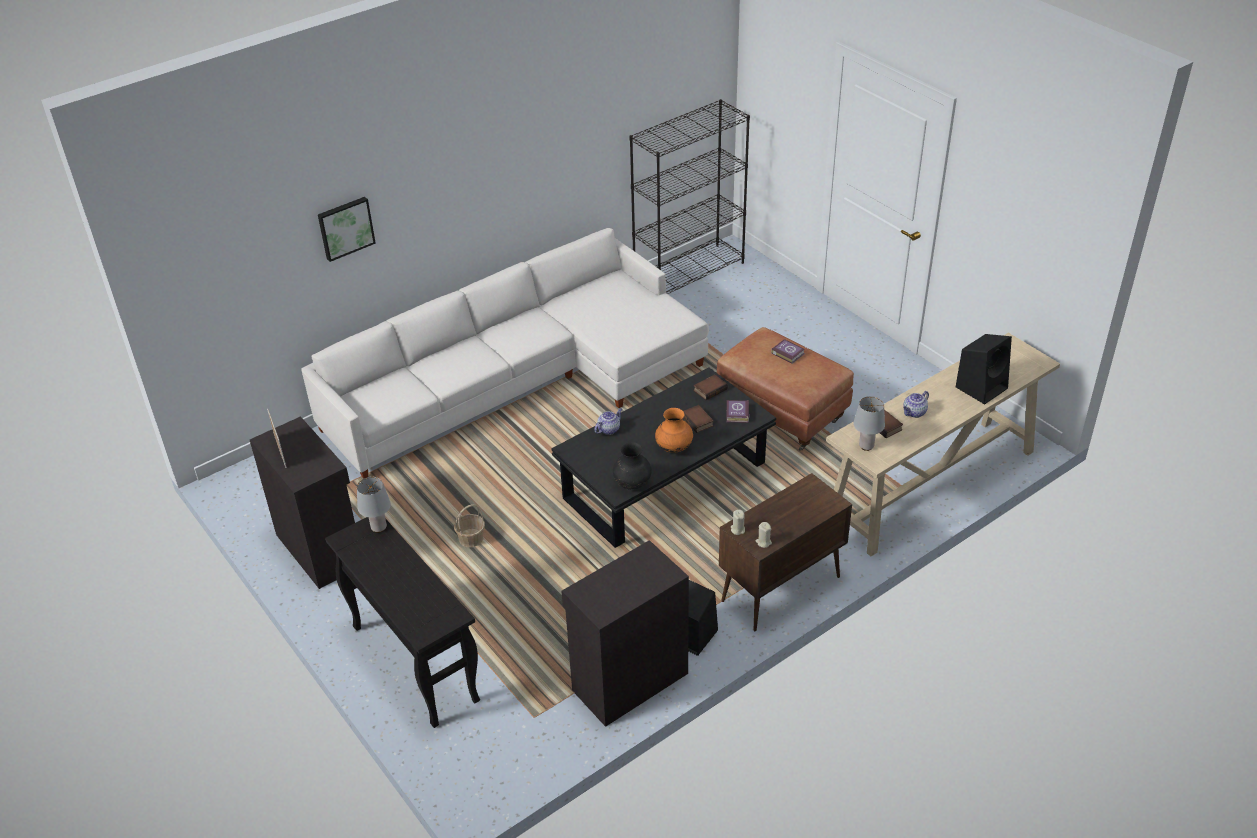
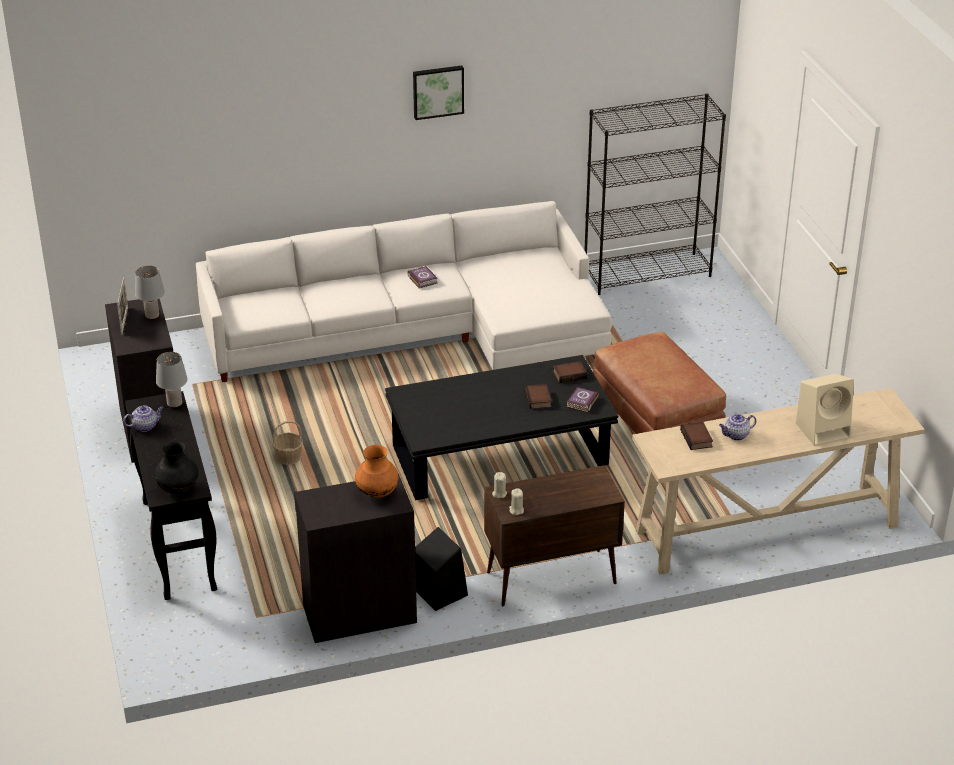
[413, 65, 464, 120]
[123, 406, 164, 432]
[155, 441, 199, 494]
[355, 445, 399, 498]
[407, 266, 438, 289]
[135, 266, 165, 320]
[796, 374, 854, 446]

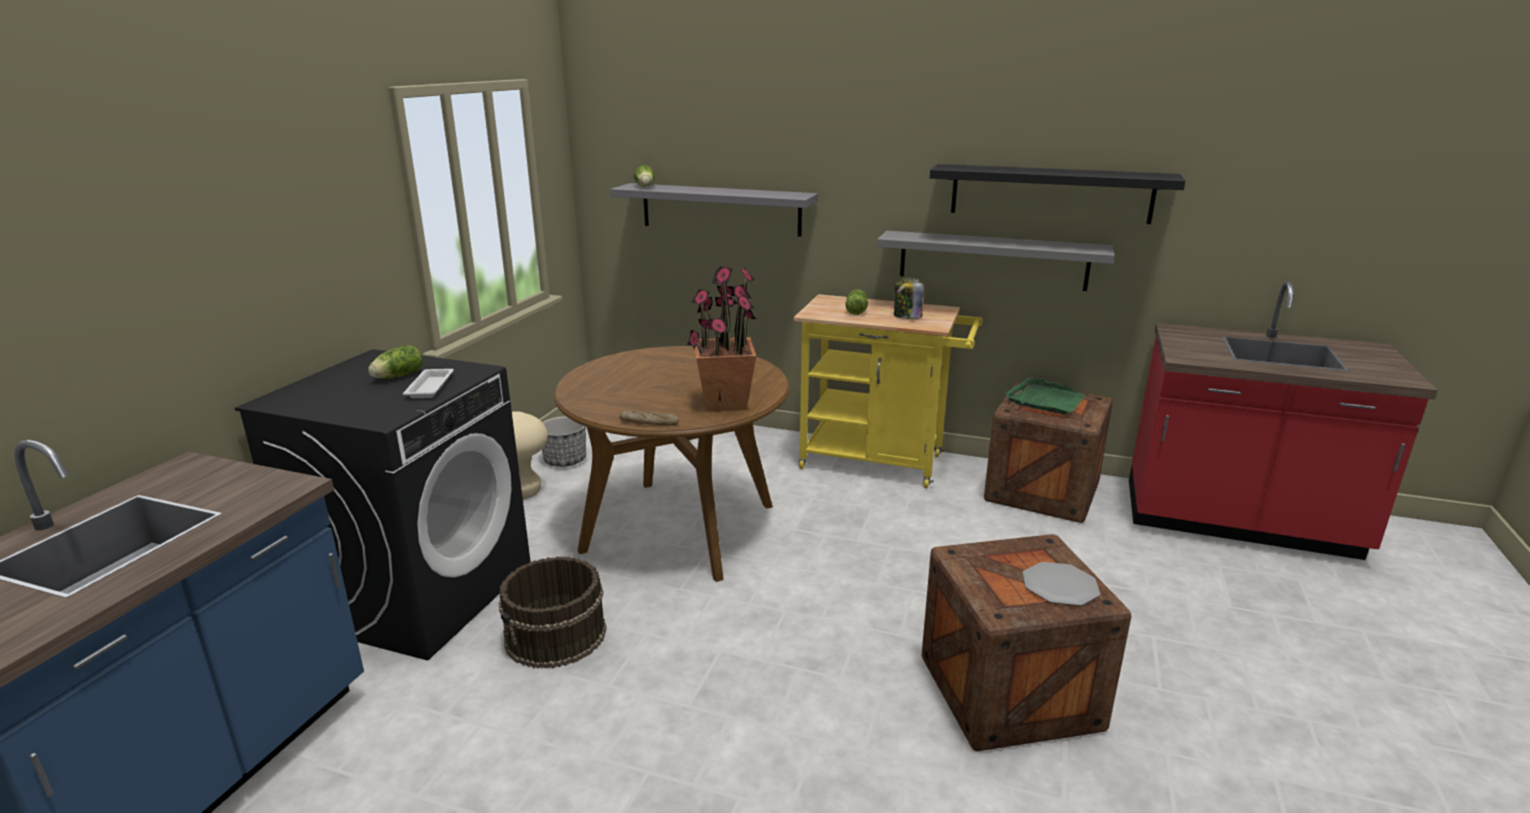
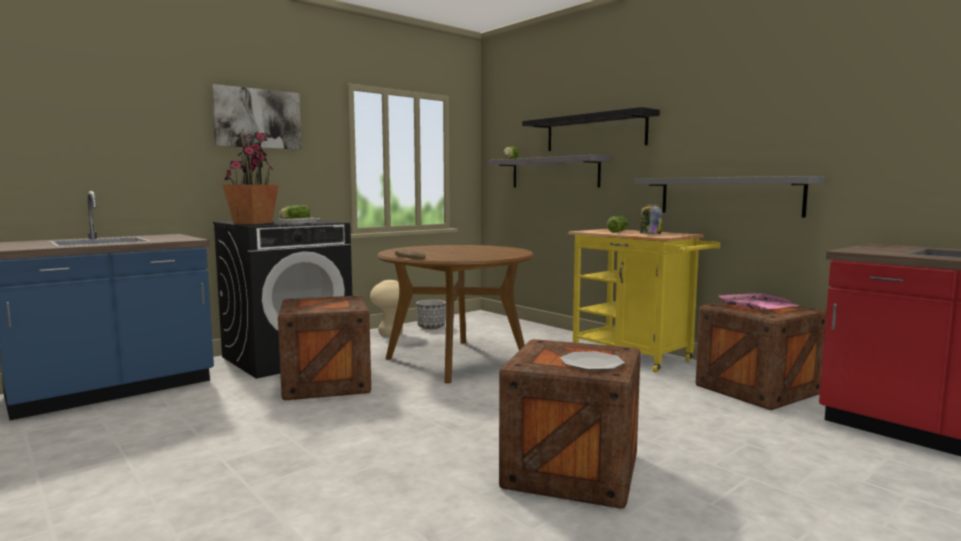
[278, 295, 371, 400]
[223, 129, 279, 224]
[522, 107, 660, 151]
[719, 293, 800, 309]
[211, 84, 302, 150]

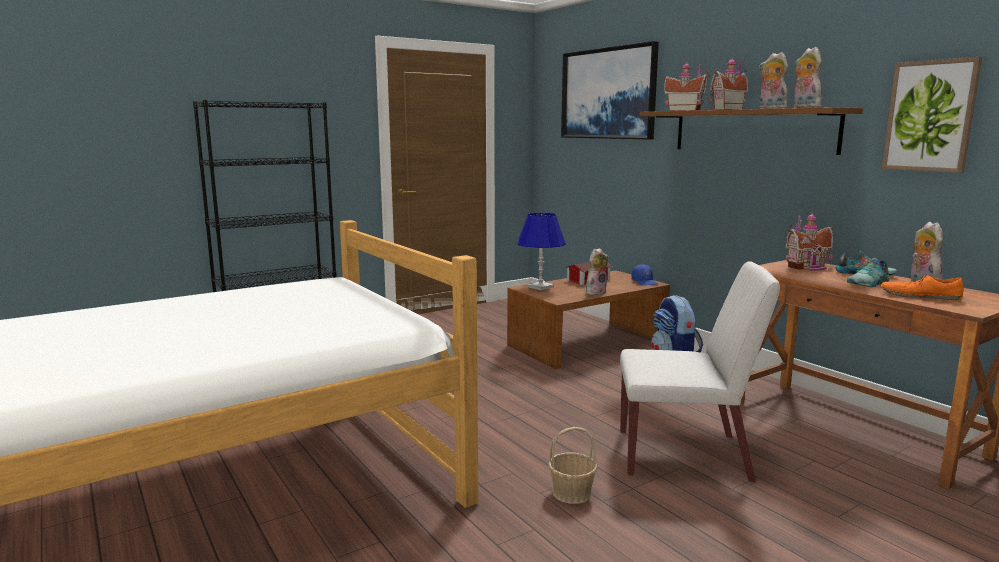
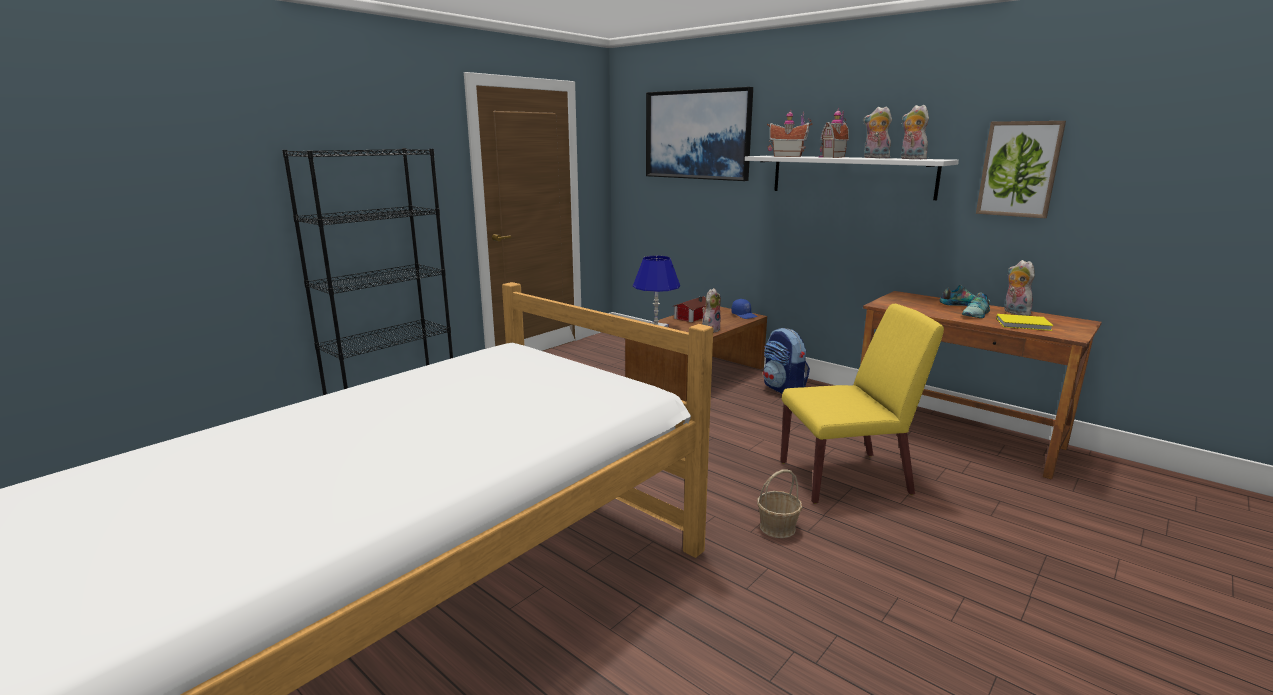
[780, 304, 944, 504]
[745, 156, 959, 200]
[786, 211, 834, 271] (first image)
[996, 314, 1053, 331]

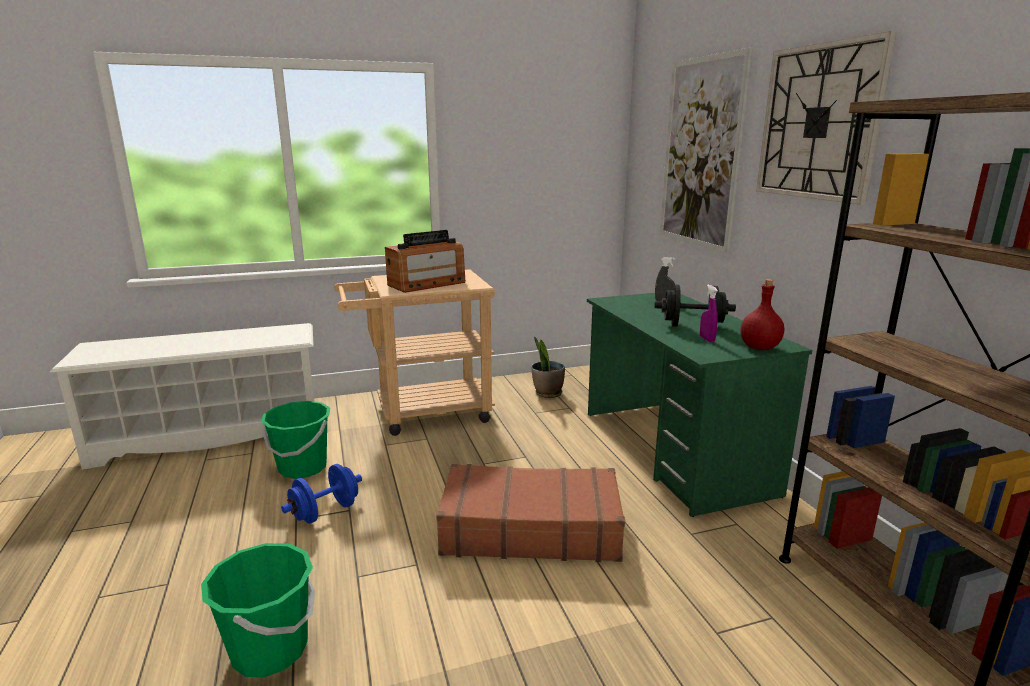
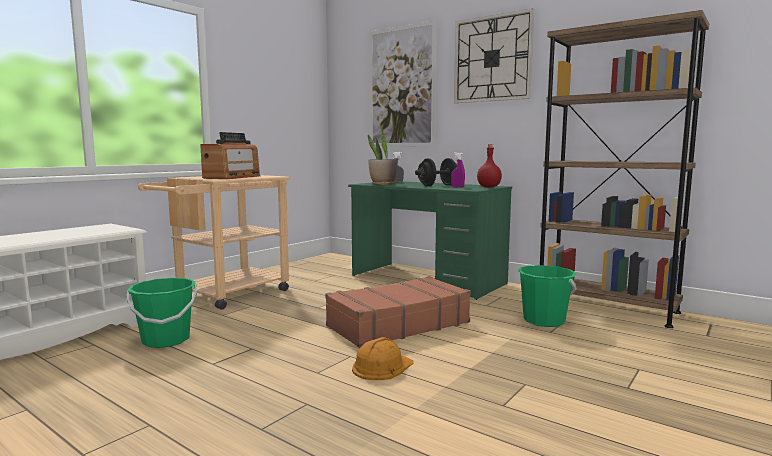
[518, 265, 577, 327]
[281, 464, 362, 524] (first image)
[368, 130, 397, 185]
[352, 337, 413, 380]

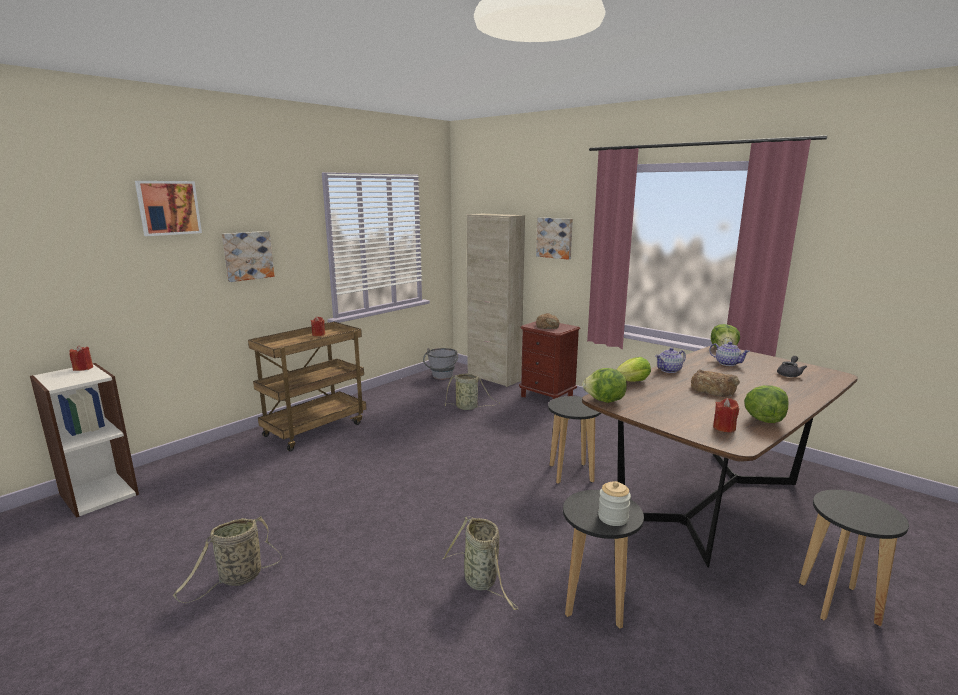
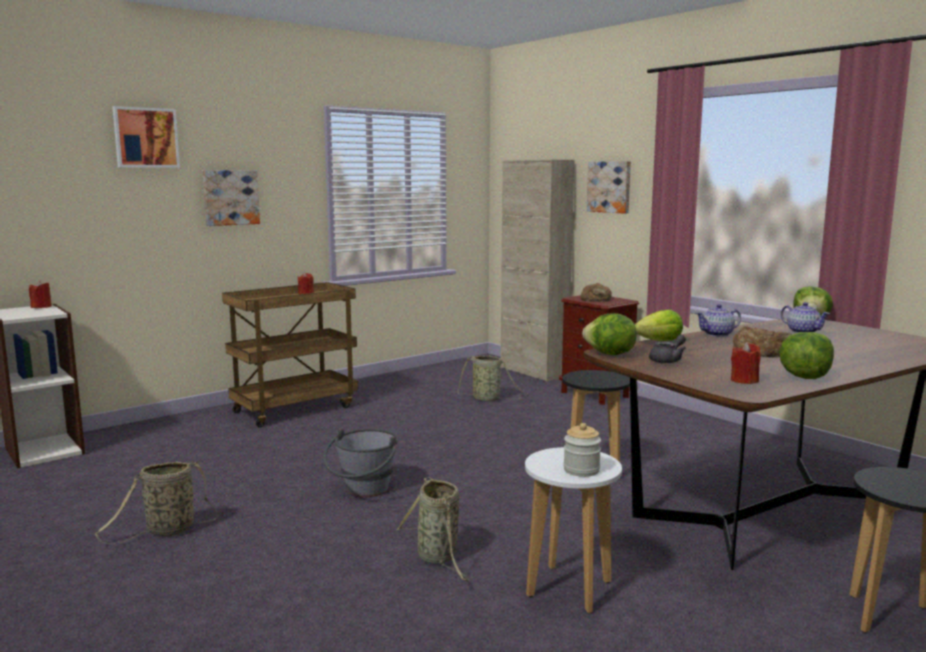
[323, 428, 399, 497]
[525, 447, 622, 613]
[649, 335, 686, 364]

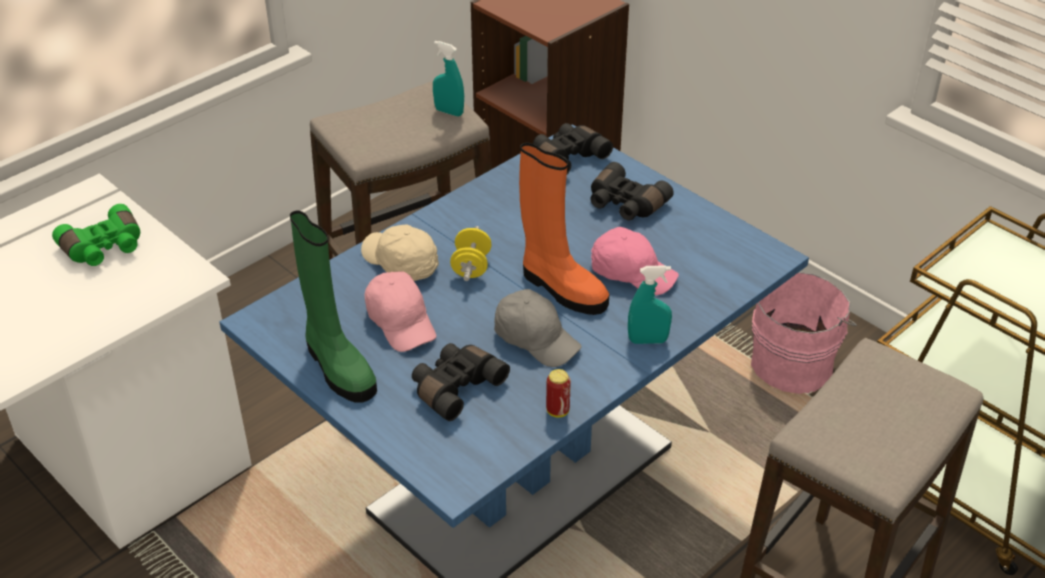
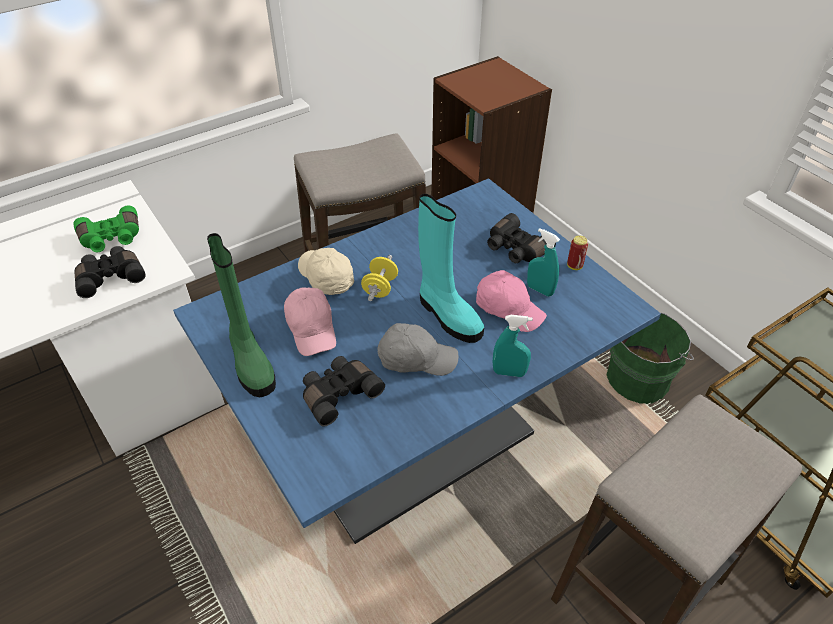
[527, 228, 560, 296]
[377, 323, 459, 376]
[418, 194, 484, 343]
[74, 246, 145, 298]
[567, 236, 588, 270]
[606, 312, 694, 404]

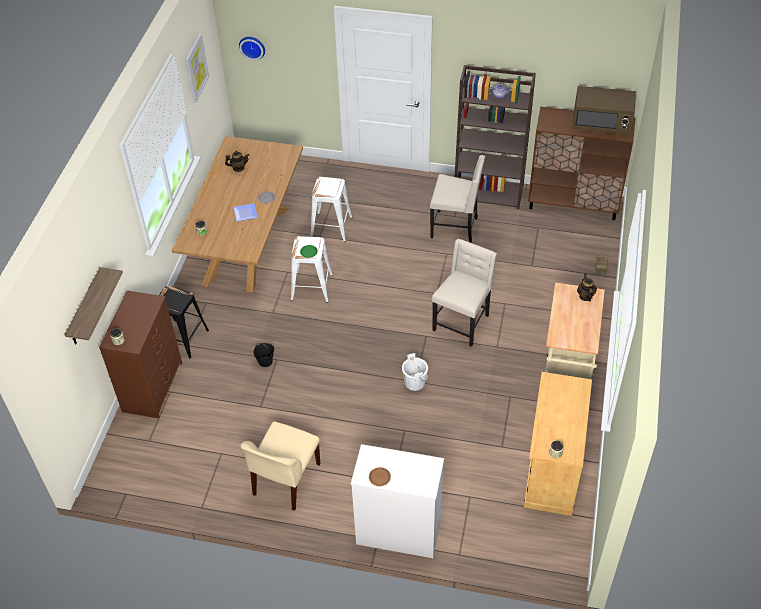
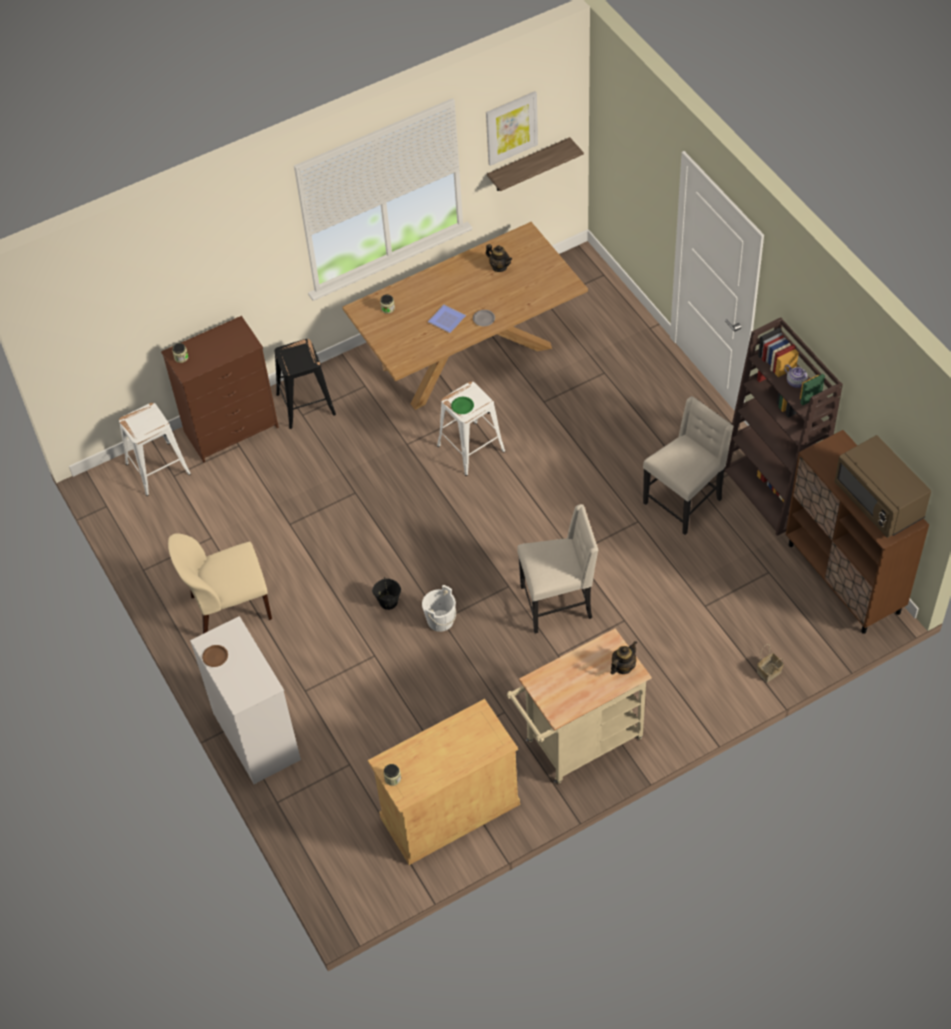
[487, 137, 584, 191]
[239, 37, 265, 60] (first image)
[372, 577, 401, 610]
[119, 403, 191, 496]
[643, 396, 734, 535]

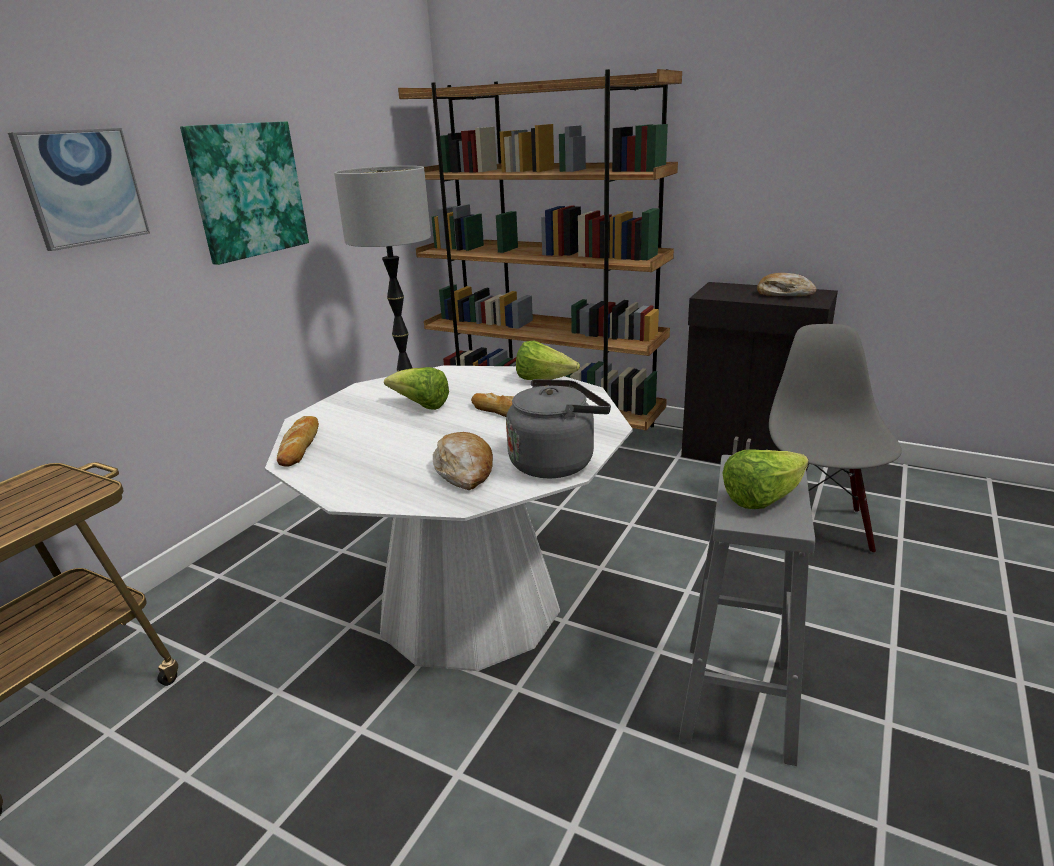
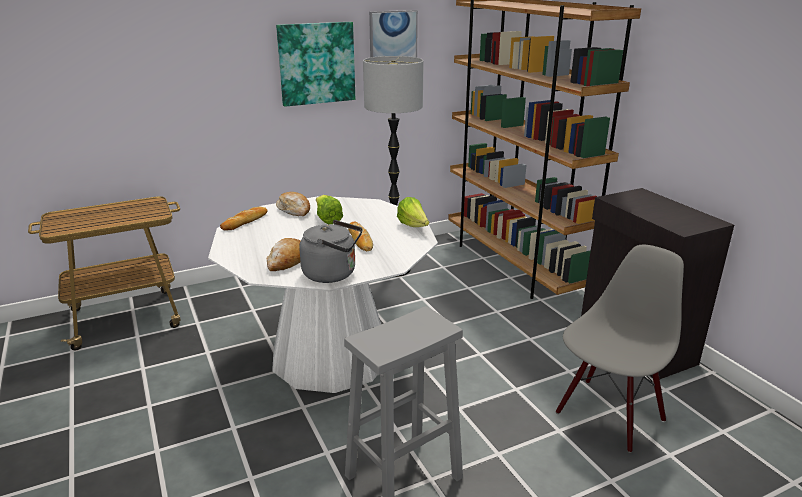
[369, 10, 418, 58]
[722, 449, 809, 509] (first image)
[276, 192, 310, 216]

